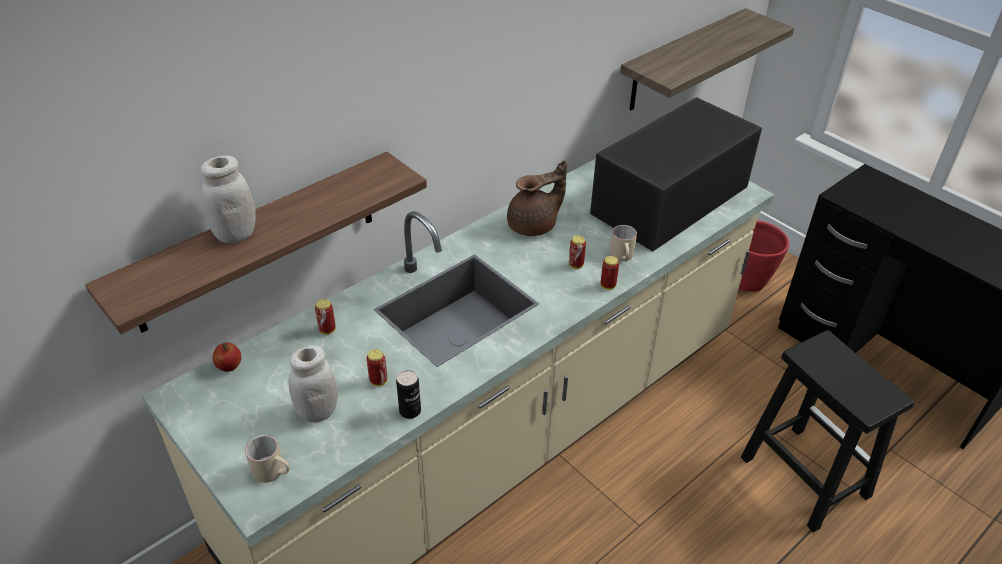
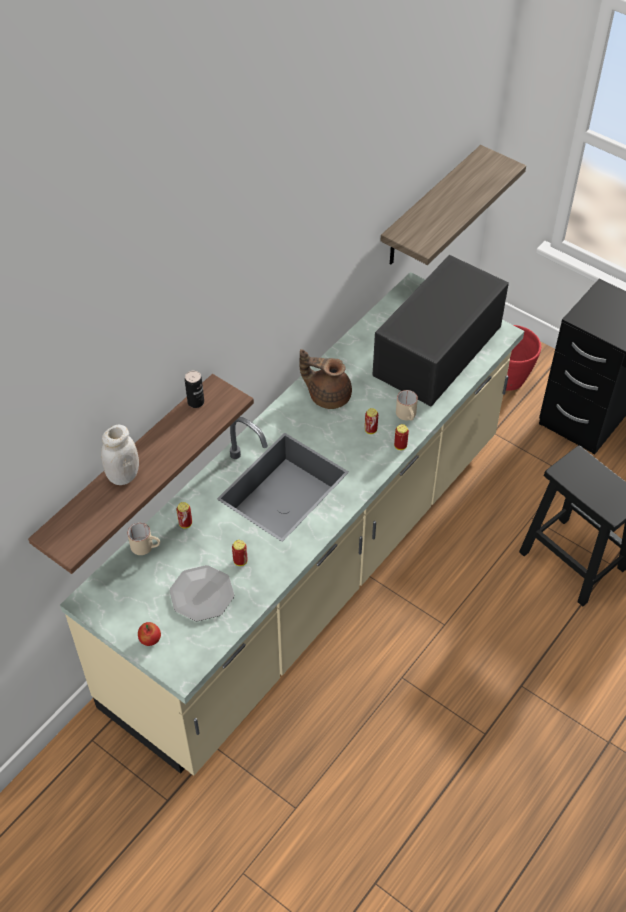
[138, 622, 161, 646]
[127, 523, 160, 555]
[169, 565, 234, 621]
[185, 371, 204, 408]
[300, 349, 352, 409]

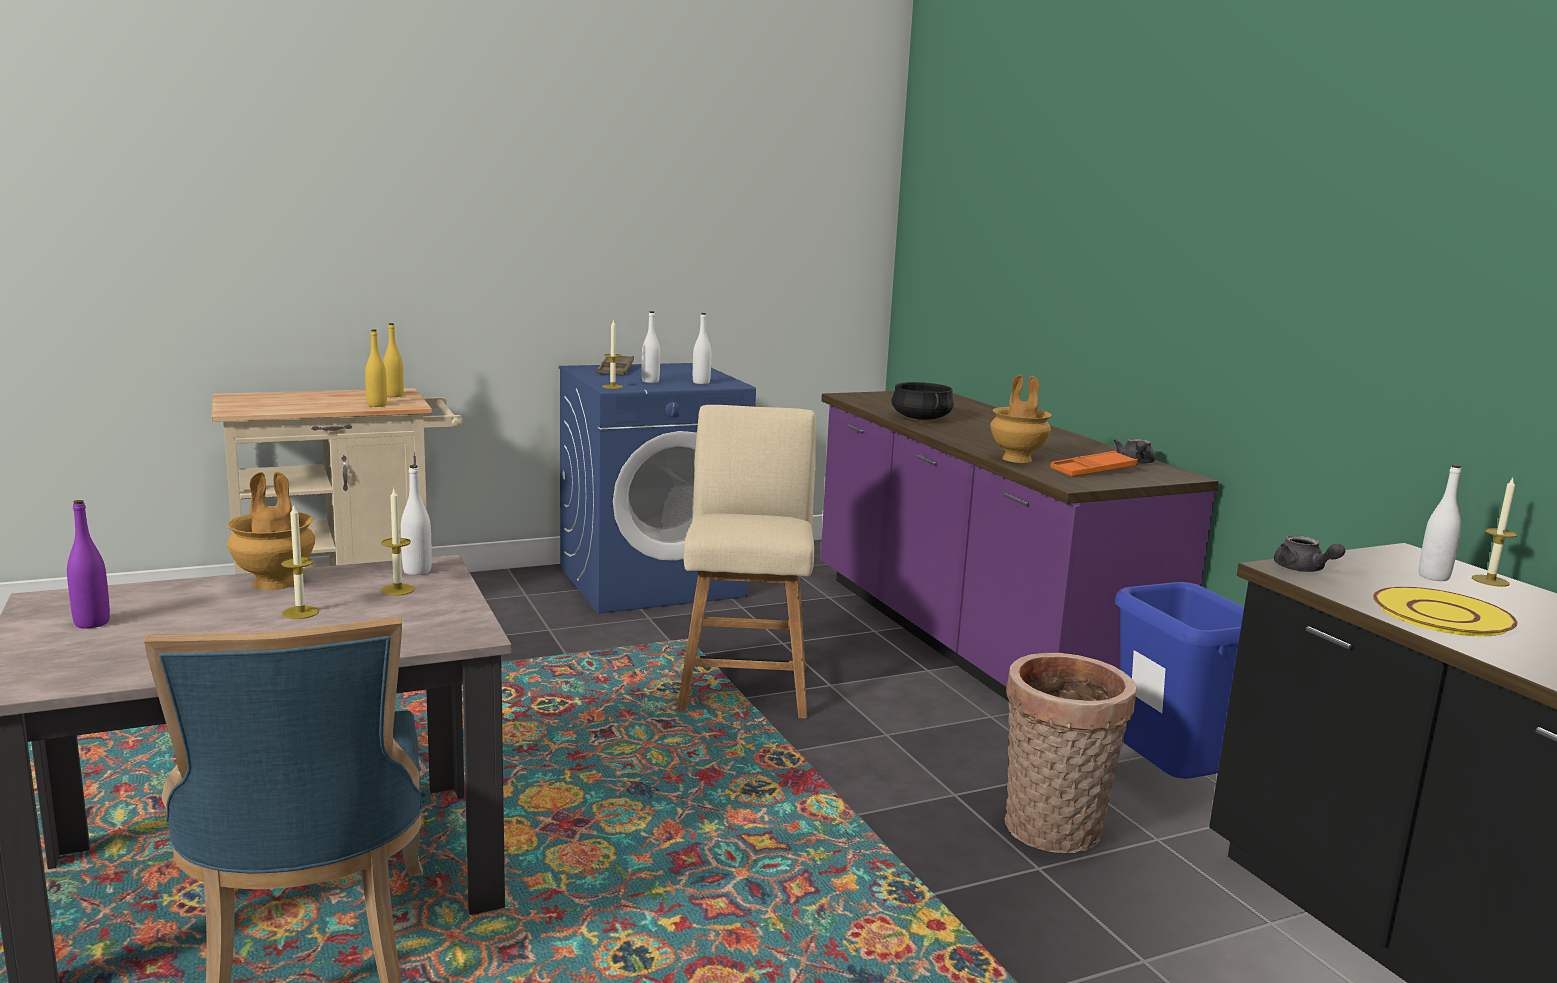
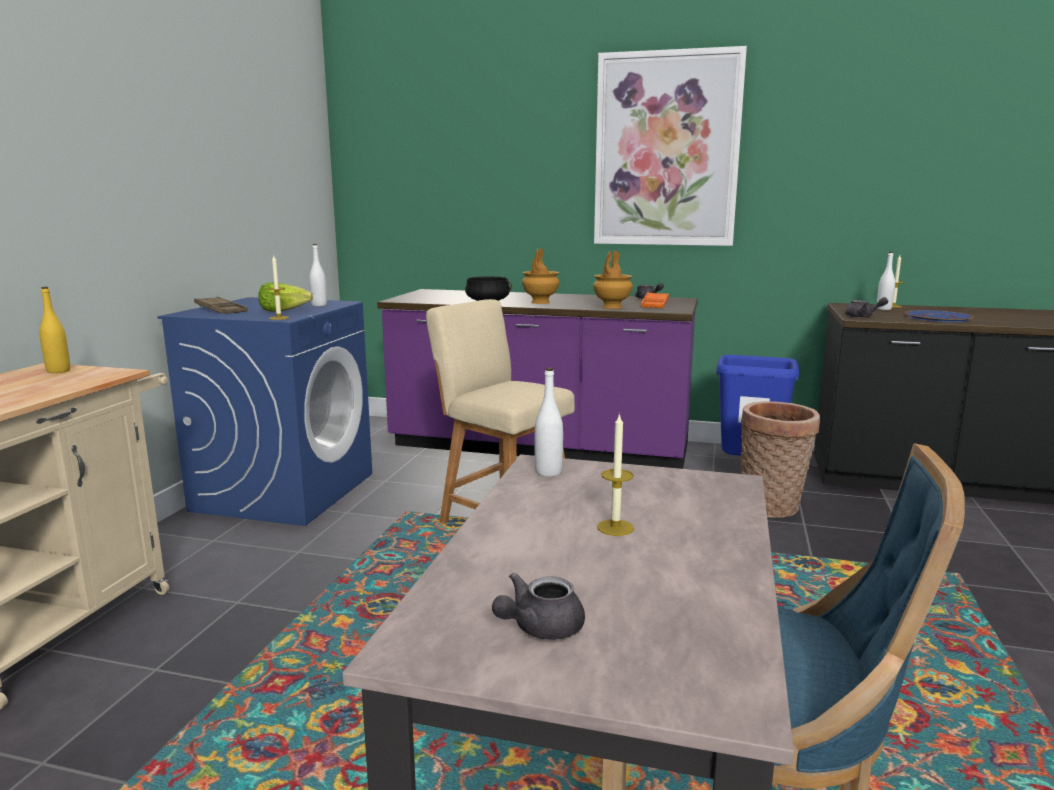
[492, 572, 585, 640]
[522, 248, 560, 304]
[365, 330, 387, 407] (first image)
[381, 489, 415, 596] (first image)
[258, 282, 313, 312]
[905, 310, 974, 322]
[594, 46, 747, 246]

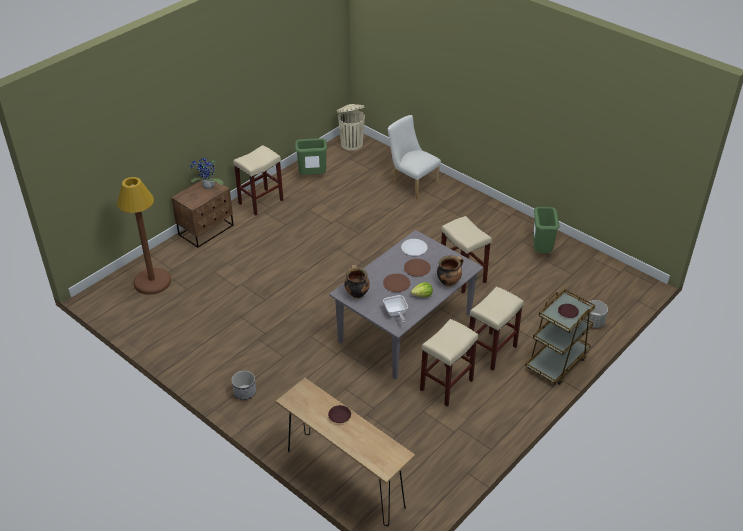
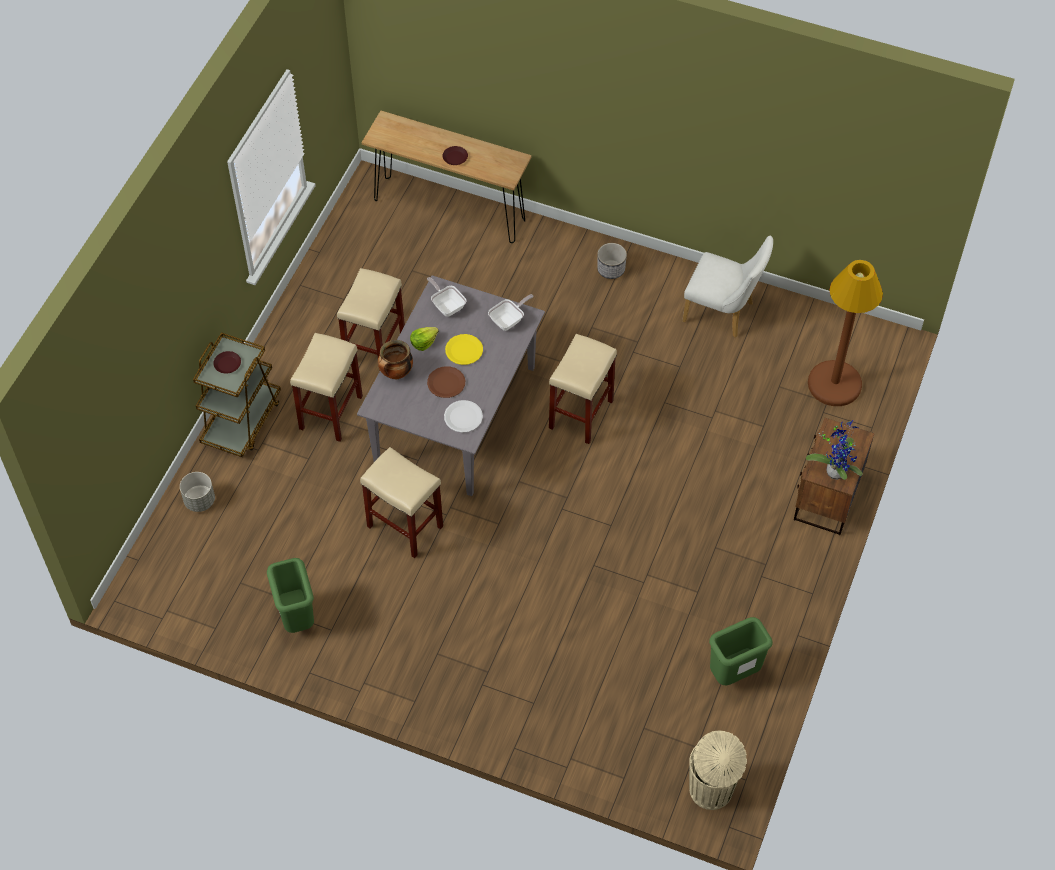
[549, 334, 617, 444]
[488, 294, 534, 331]
[445, 334, 483, 365]
[682, 236, 773, 338]

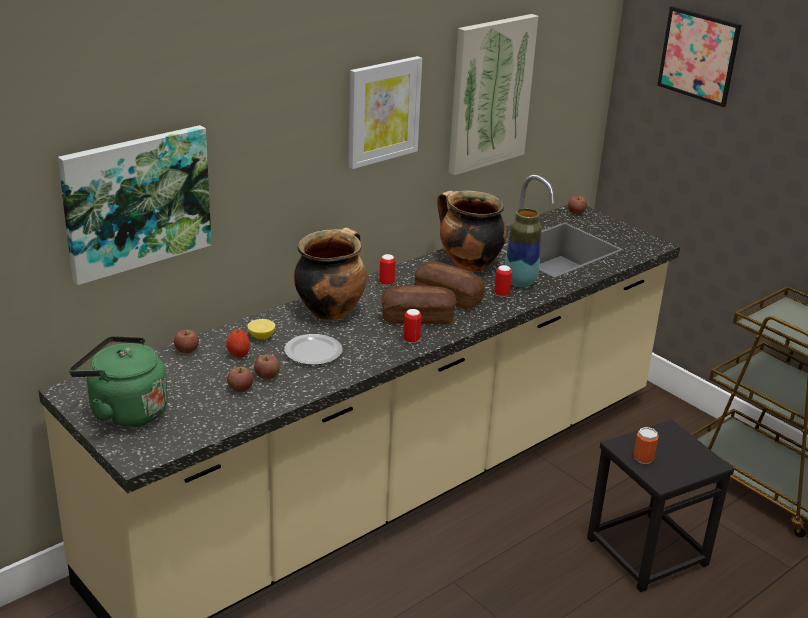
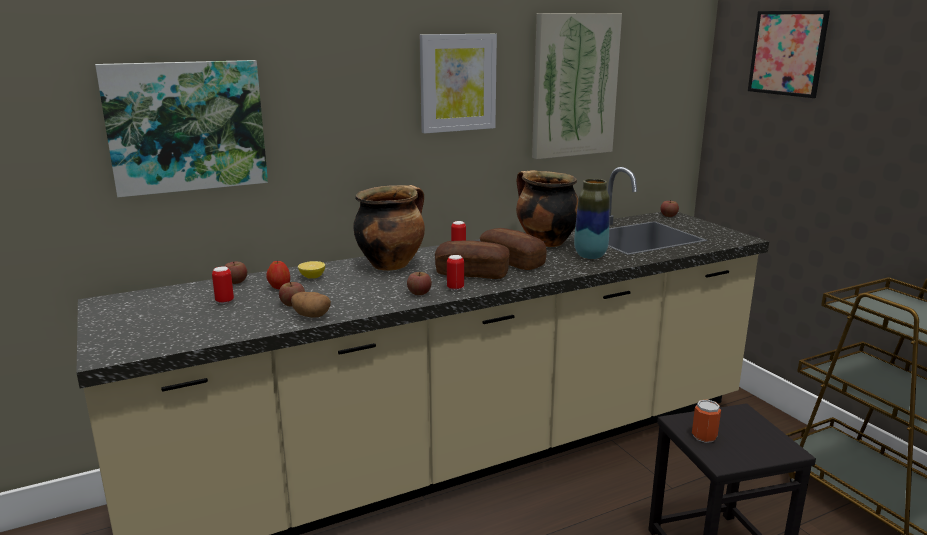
[69, 336, 168, 428] (first image)
[407, 272, 432, 295]
[284, 334, 343, 365] (first image)
[212, 266, 234, 304]
[291, 292, 331, 318]

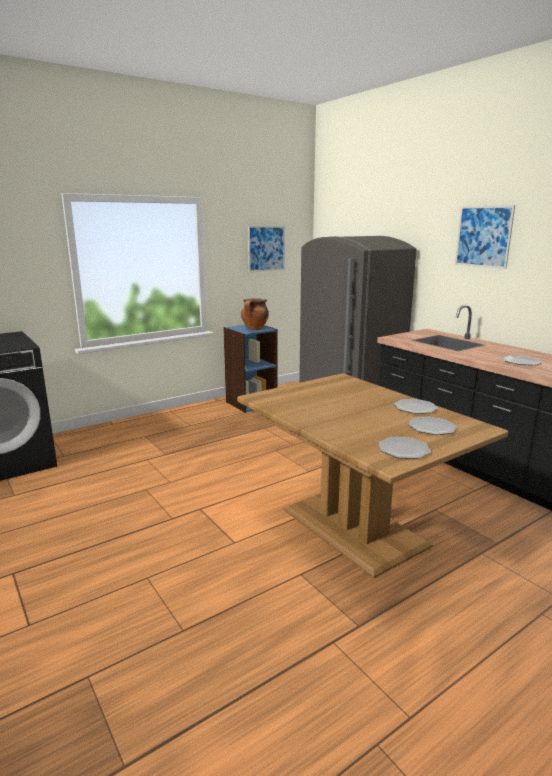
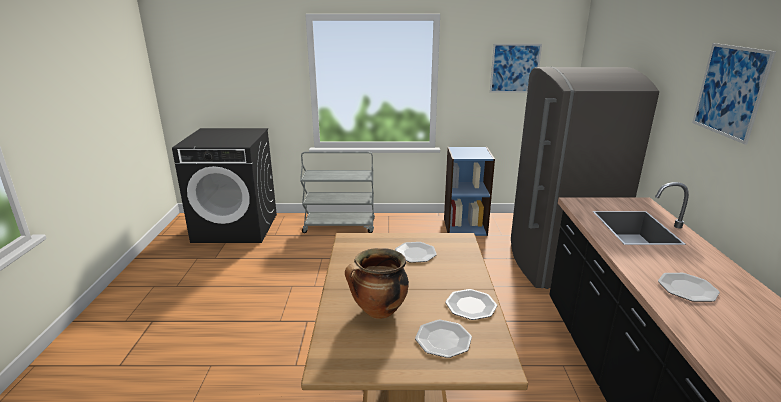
[345, 248, 409, 319]
[395, 242, 437, 263]
[300, 152, 375, 233]

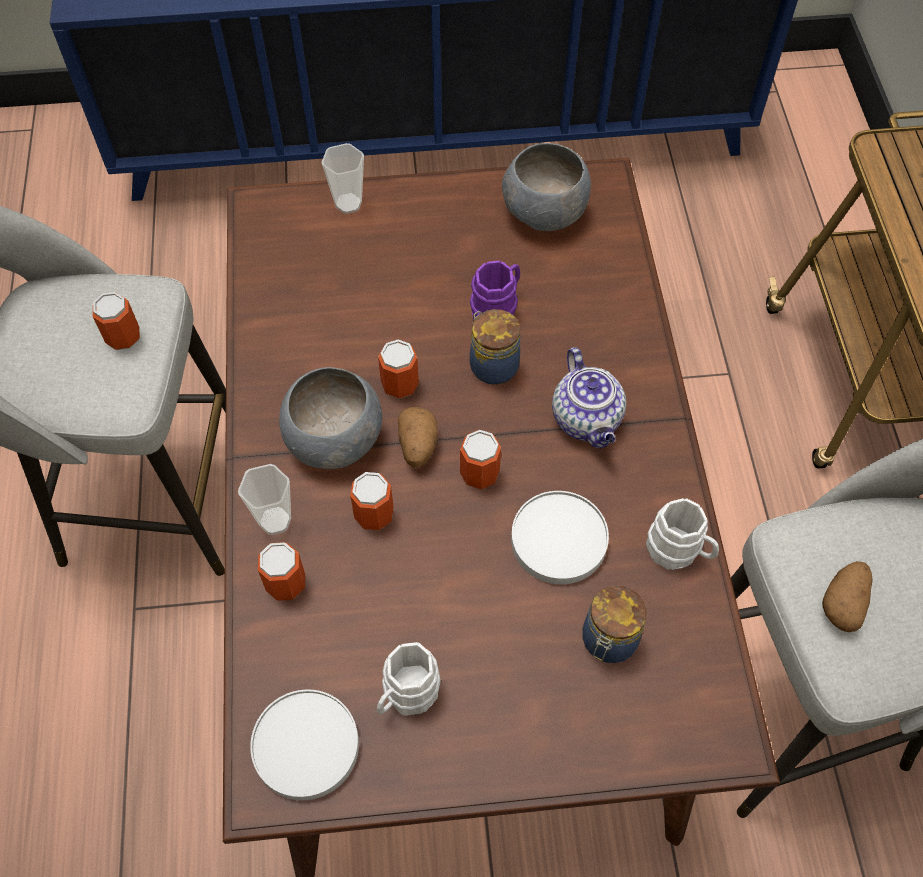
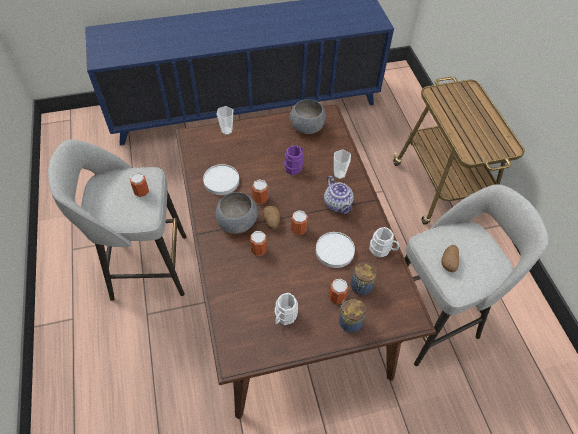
[334, 150, 351, 179]
[203, 164, 239, 195]
[329, 278, 348, 304]
[339, 299, 366, 333]

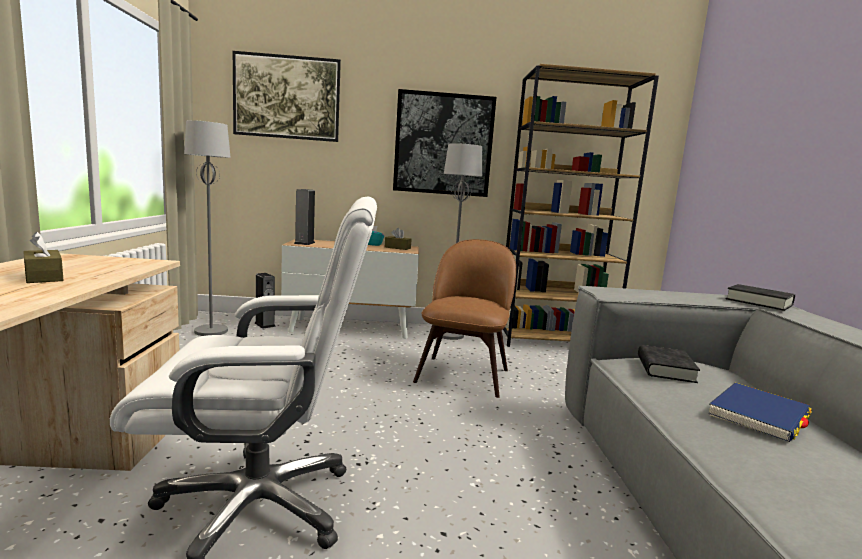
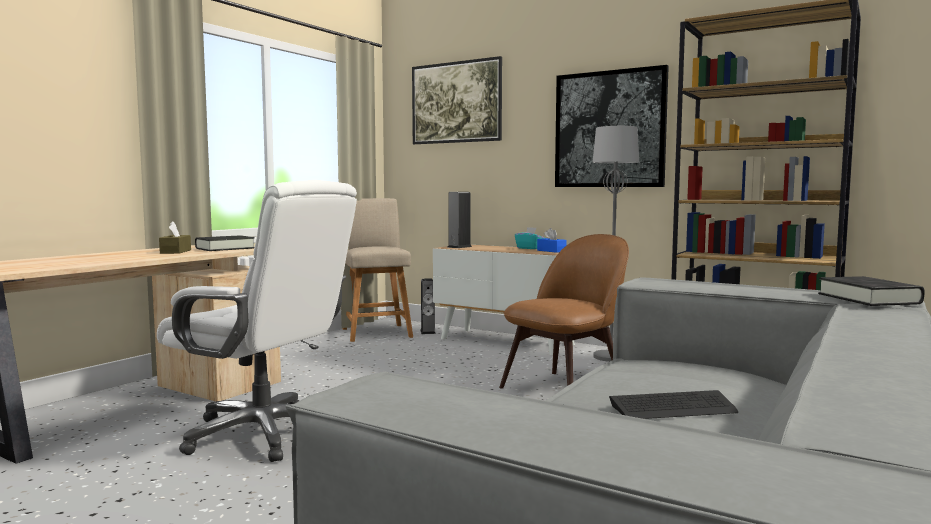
[343, 198, 413, 342]
[537, 228, 567, 253]
[195, 235, 255, 251]
[609, 390, 738, 419]

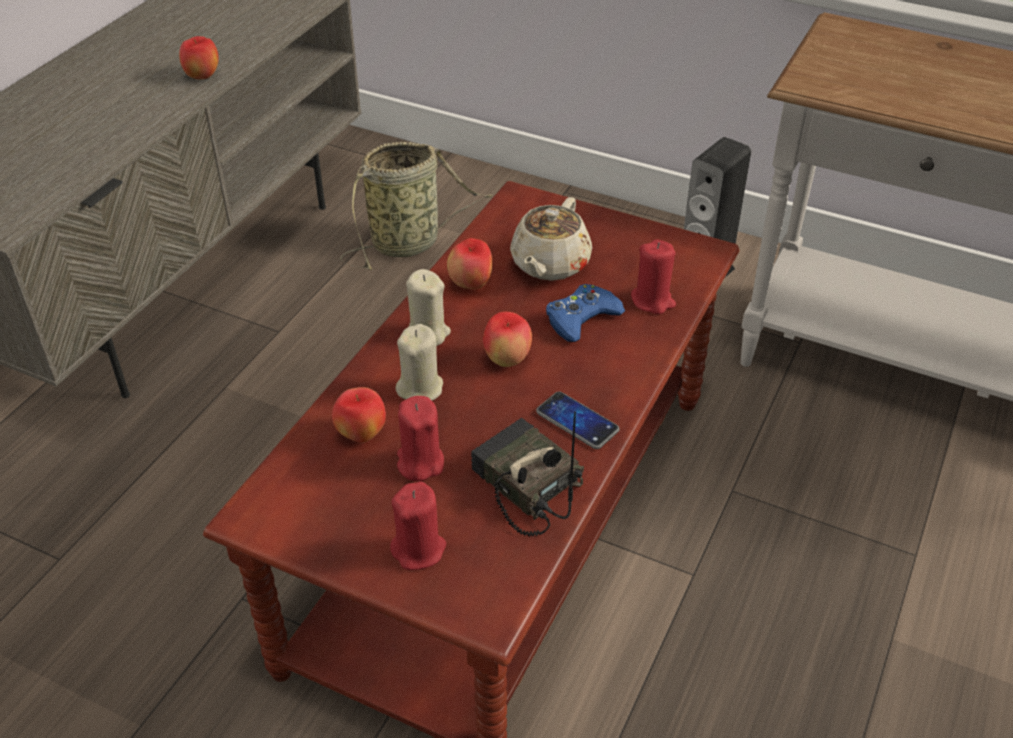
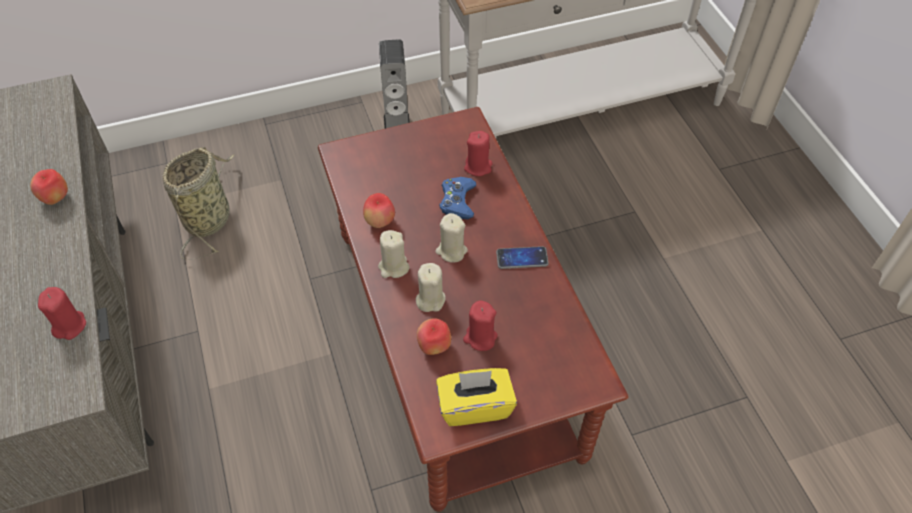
[38, 287, 86, 340]
[471, 411, 584, 536] (first image)
[435, 213, 468, 263]
[510, 197, 592, 281] (first image)
[436, 368, 517, 426]

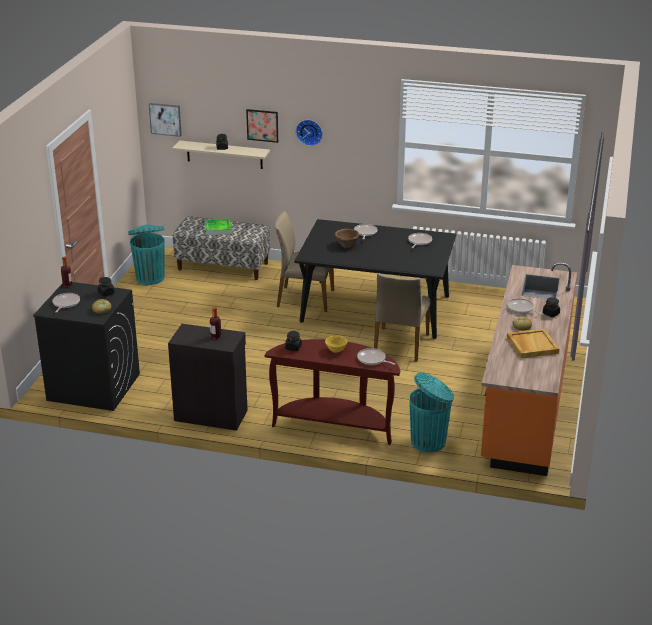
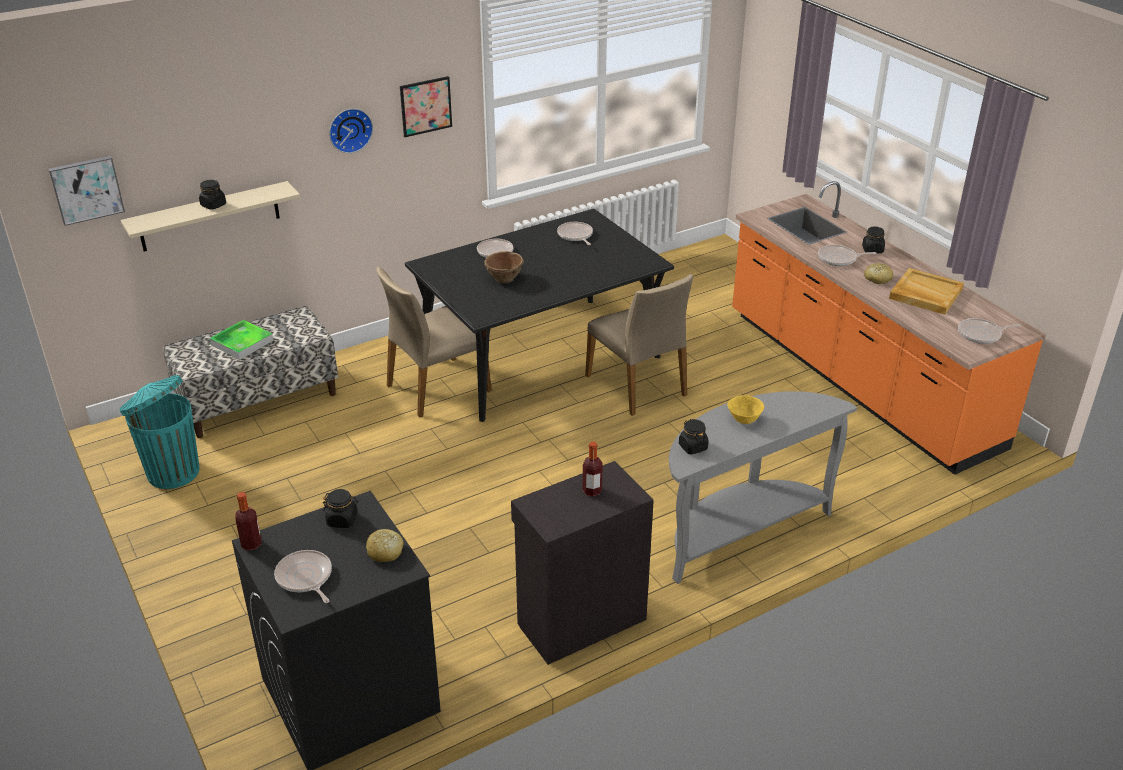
[400, 76, 452, 137]
[669, 391, 857, 584]
[958, 318, 1021, 344]
[409, 372, 454, 452] (first image)

